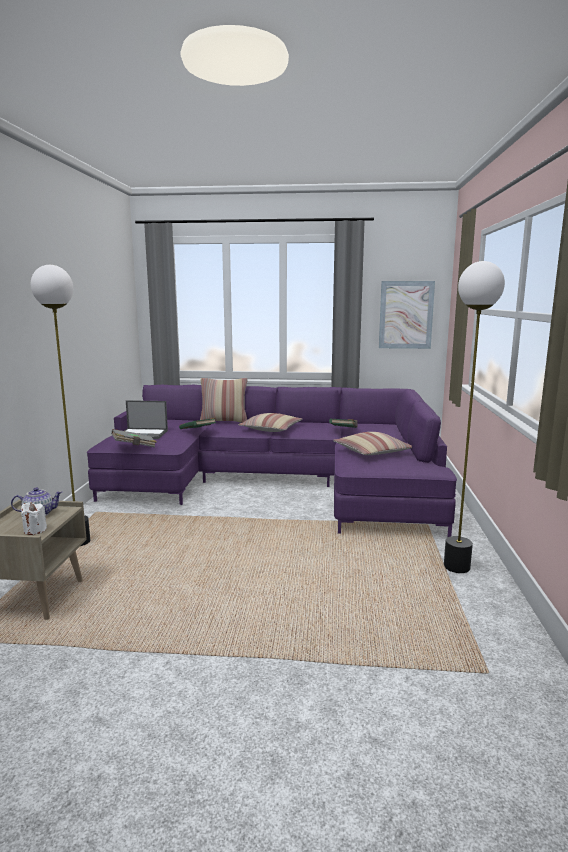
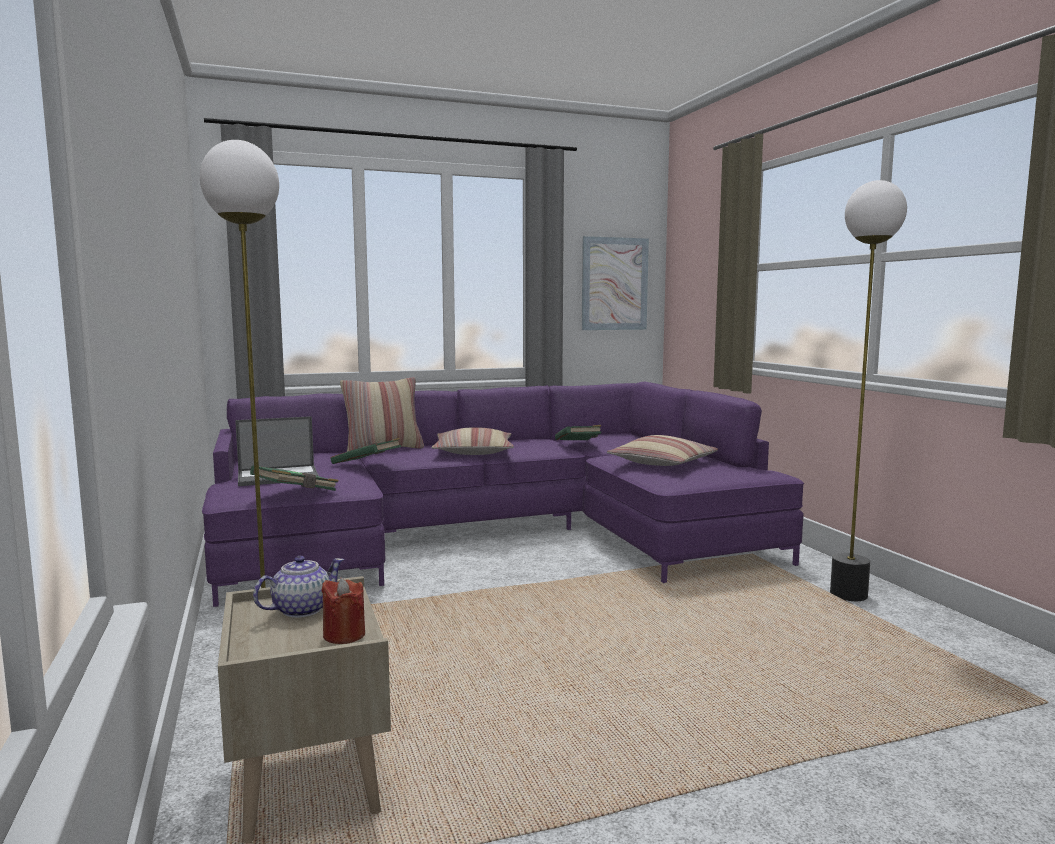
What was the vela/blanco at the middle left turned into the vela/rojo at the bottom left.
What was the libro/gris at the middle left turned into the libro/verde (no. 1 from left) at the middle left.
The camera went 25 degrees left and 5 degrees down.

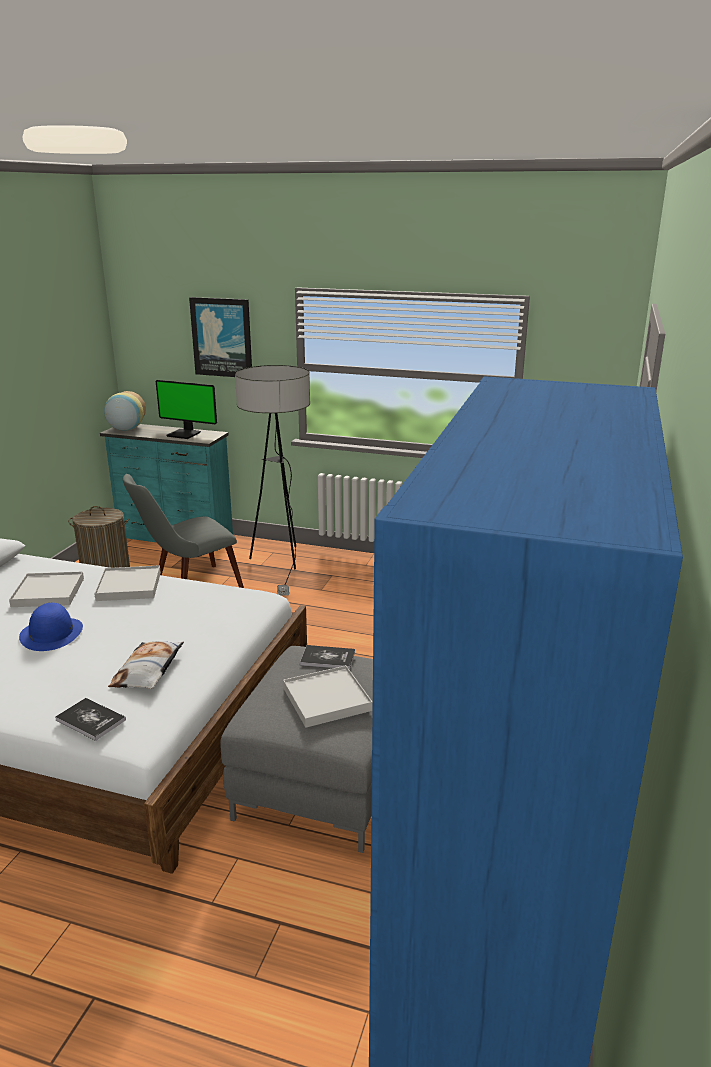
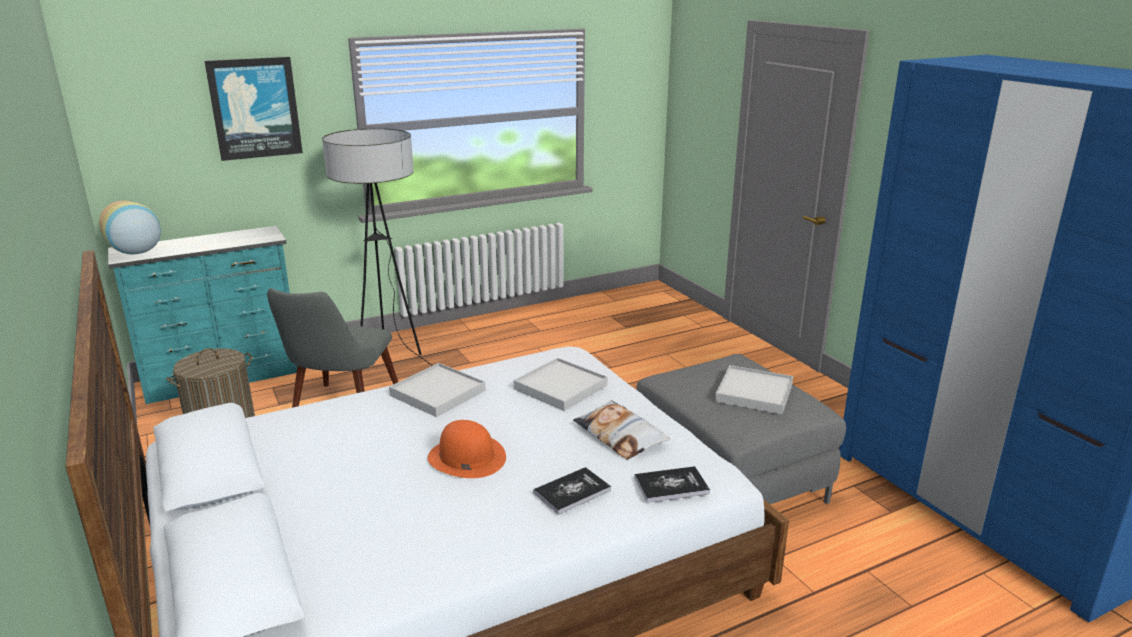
The bandeja/blanco (no. 1 from left in the first image) ended up elsewhere, having gone from the middle left to the centre.
What was the sombrero/azul at the middle left turned into the sombrero/naranja at the bottom centre.
The second view lost the monitor at the middle left.
The libro (no. 2 from left in the first image) ended up elsewhere, having gone from the centre to the bottom centre.
The camera went 45 degrees left and 0 degrees up.

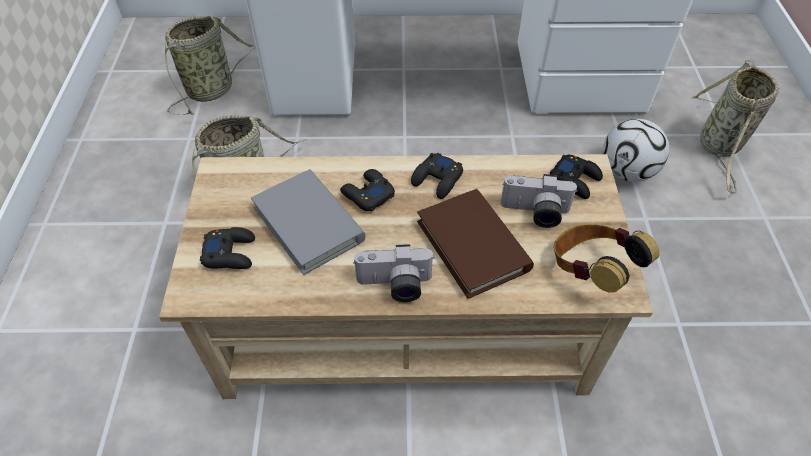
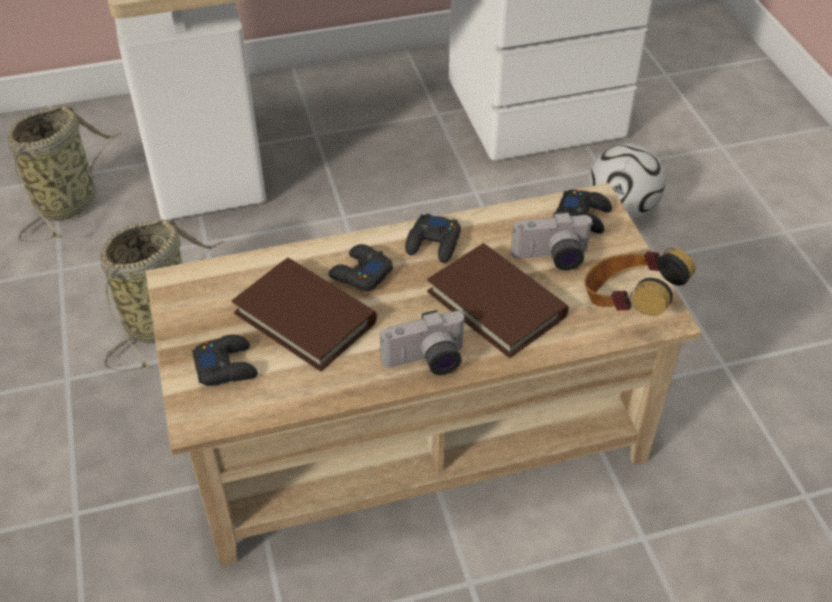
What was the libro/gris at the centre turned into the libro/marrón (no. 1 from left) at the centre.
The second view lost the cesta (no. 3 from left) at the top right.
The camera went 15 degrees left and 5 degrees down.

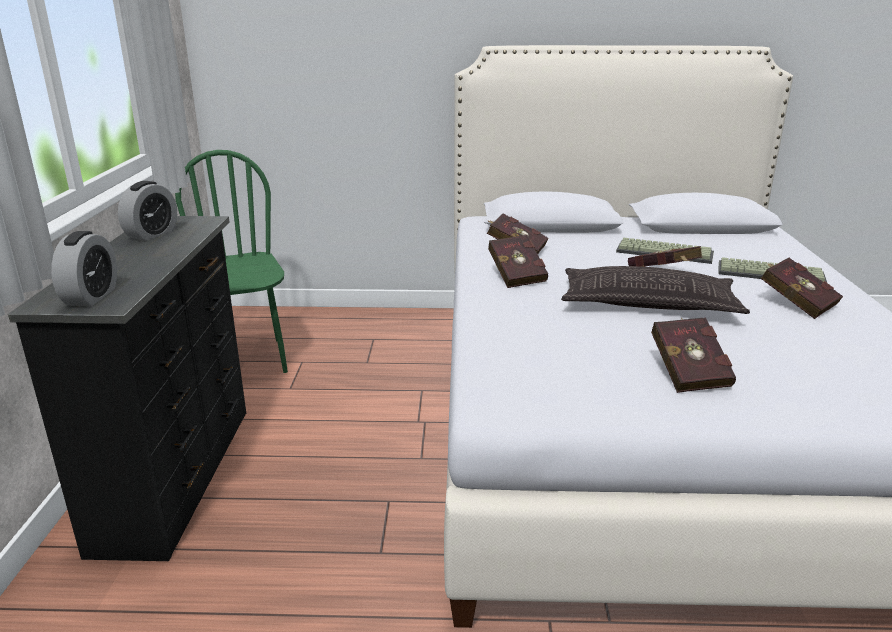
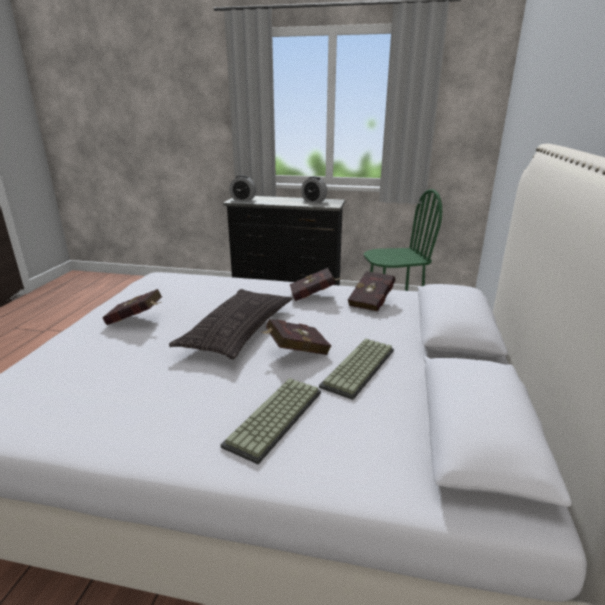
The second view lost the libro/rojo (no. 5 from left) at the middle right.
The camera went 100 degrees right and 0 degrees up.

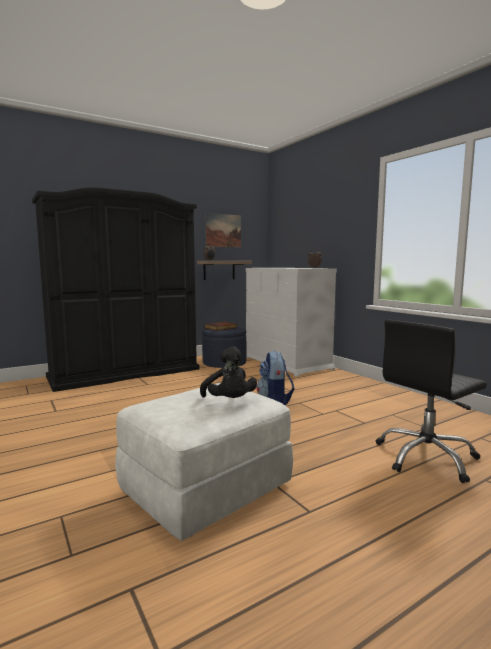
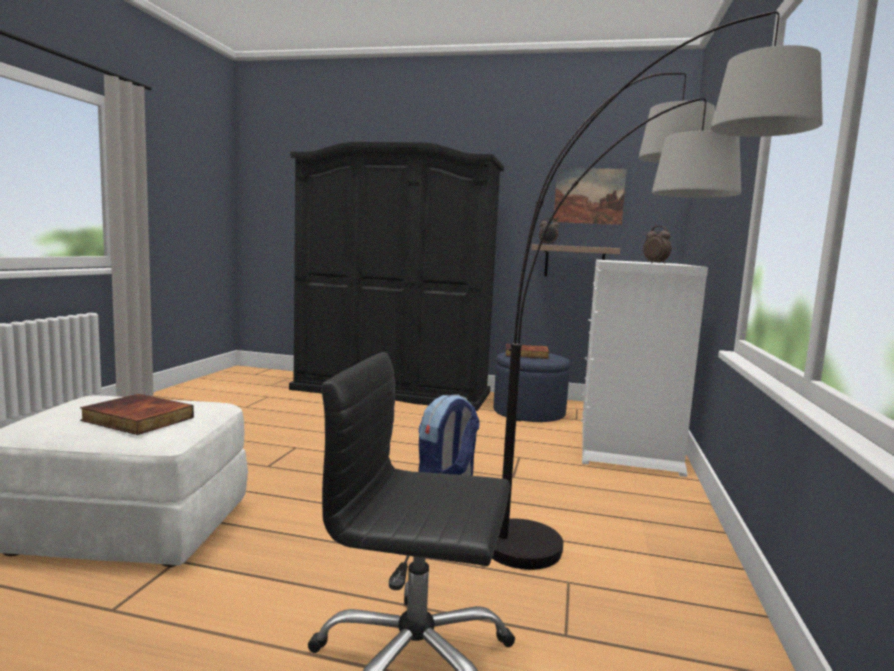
Where the peluche/negro stood at the centre, the libro (no. 1 from left) came to stand at the middle left.
The second view gained the lámpara de pie at the middle right.
The camera went 45 degrees right and 0 degrees up.

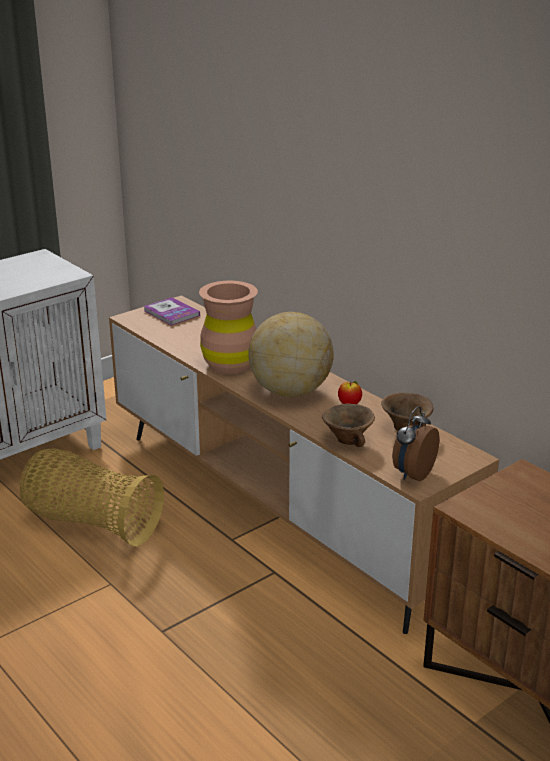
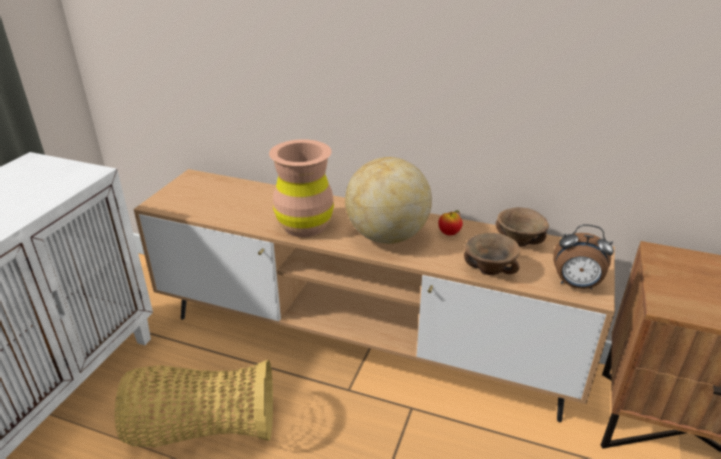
The second view lost the libro at the middle left.
The despertador at the middle right ended up facing another way, 75 degrees counterclockwise from before.
The camera went 30 degrees left and 5 degrees up.

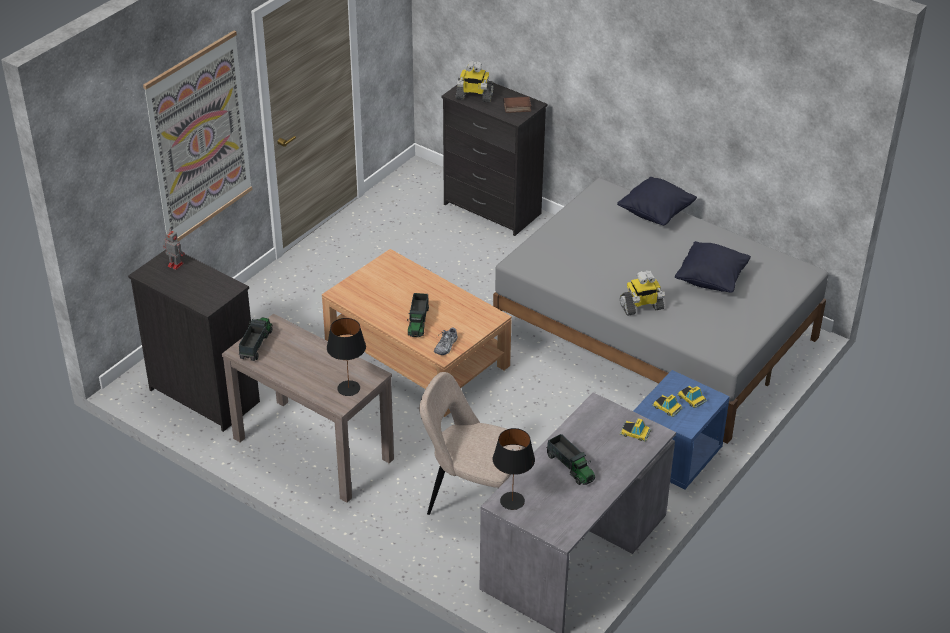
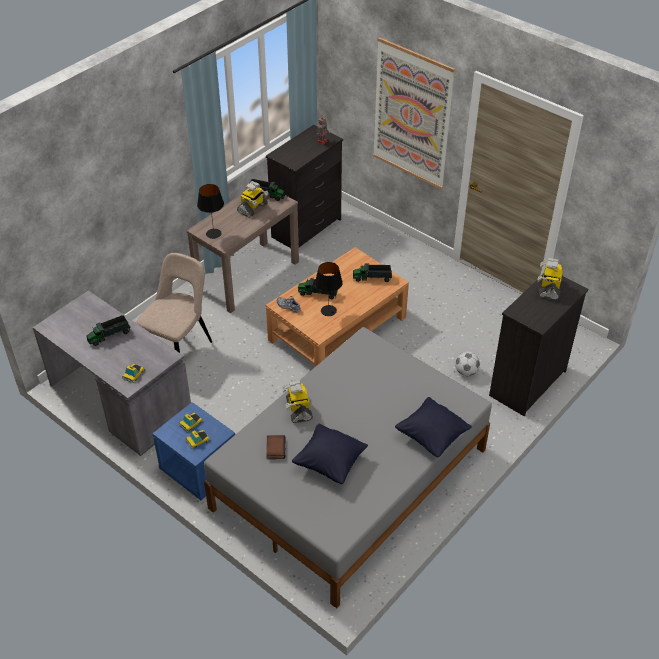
The lámpara de mesa/negro (no. 2 from left) ended up elsewhere, having gone from the bottom centre to the centre.
The libro ended up elsewhere, having gone from the top centre to the bottom centre.
The second view gained the robot de juguete (no. 1 from left) at the top centre.
The second view gained the camión de juguete (no. 4 from left) at the centre.
The second view gained the balón de fútbol at the middle right.
The camera went 95 degrees right and 5 degrees up.

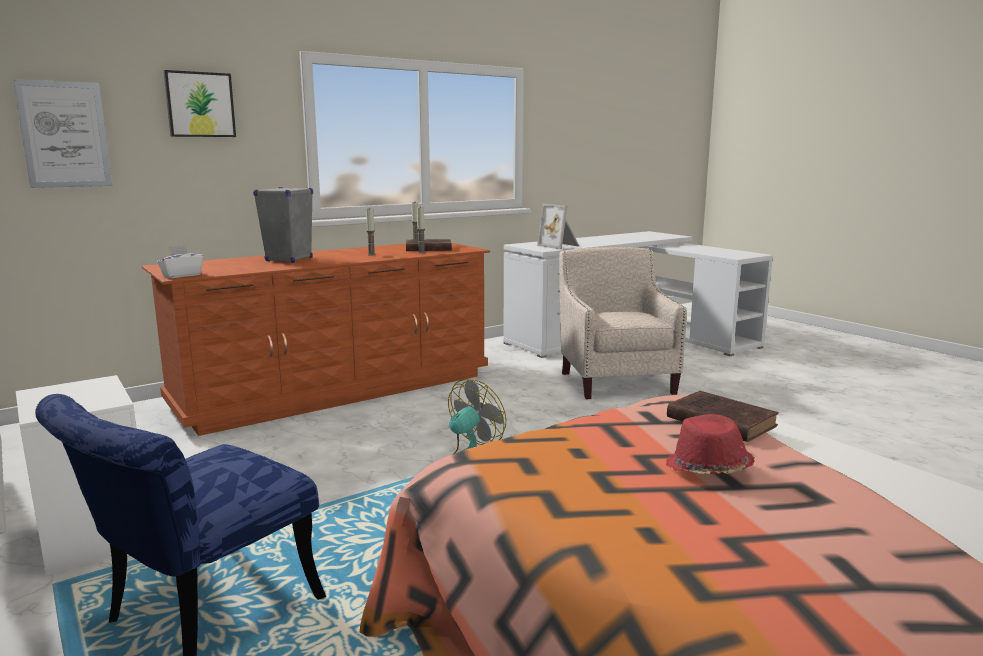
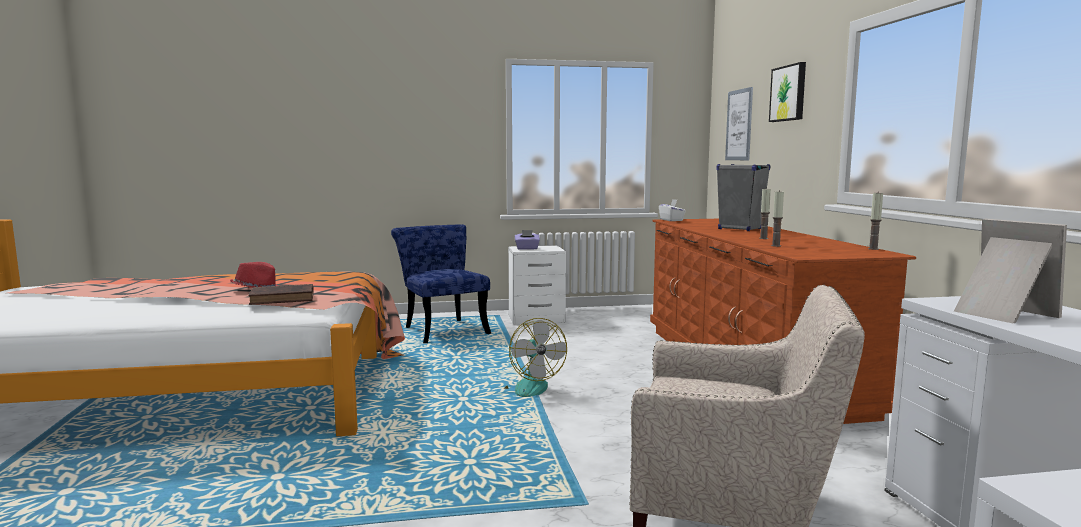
The second view lost the libro/marrón (no. 1 from left) at the centre.
The portarretratos at the centre ended up facing another way, 75 degrees clockwise from before.
The second view gained the caja de pañuelos/morado at the centre.
The camera went 115 degrees right and 5 degrees down.

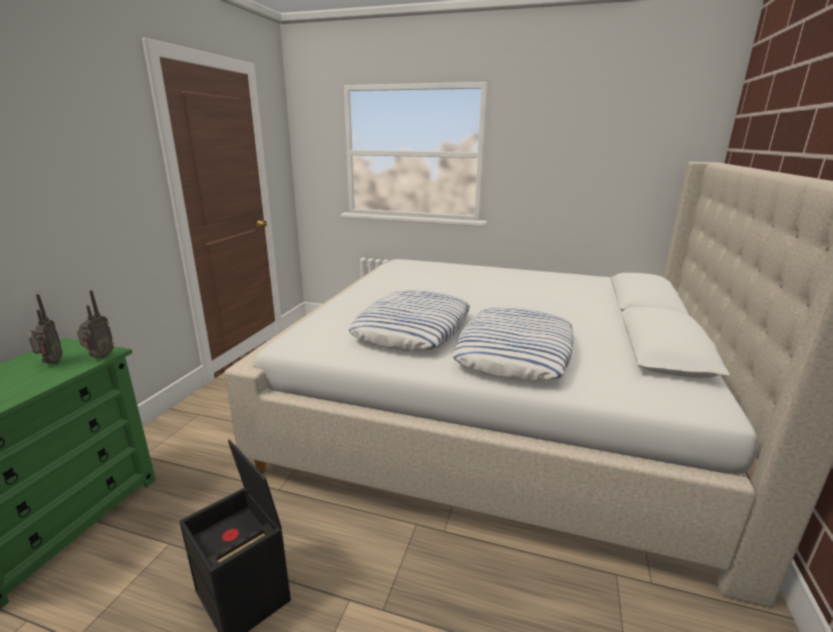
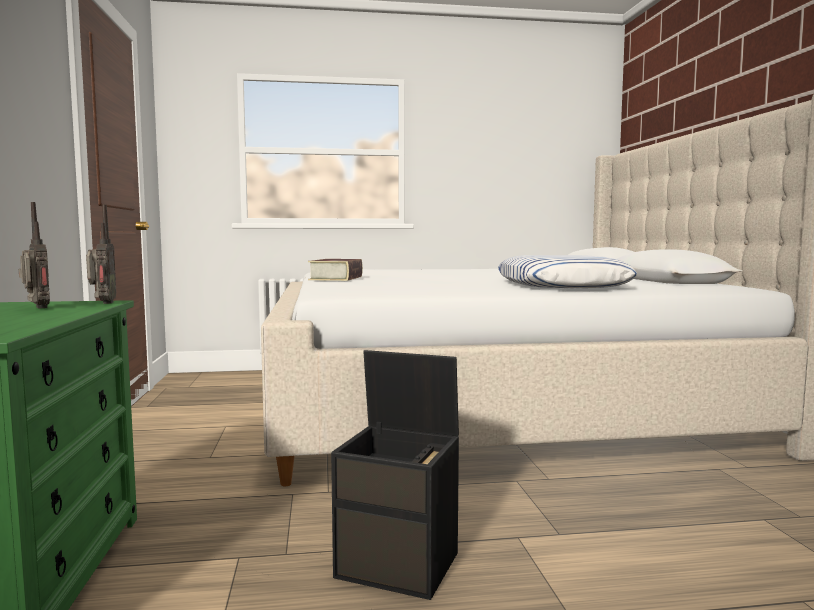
The second view lost the cojín (no. 1 from left) at the centre.
The second view gained the libro at the centre.
The camera went 25 degrees left and 15 degrees down.

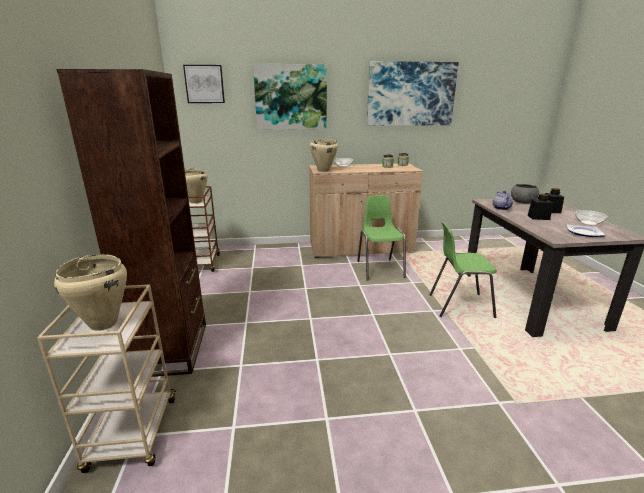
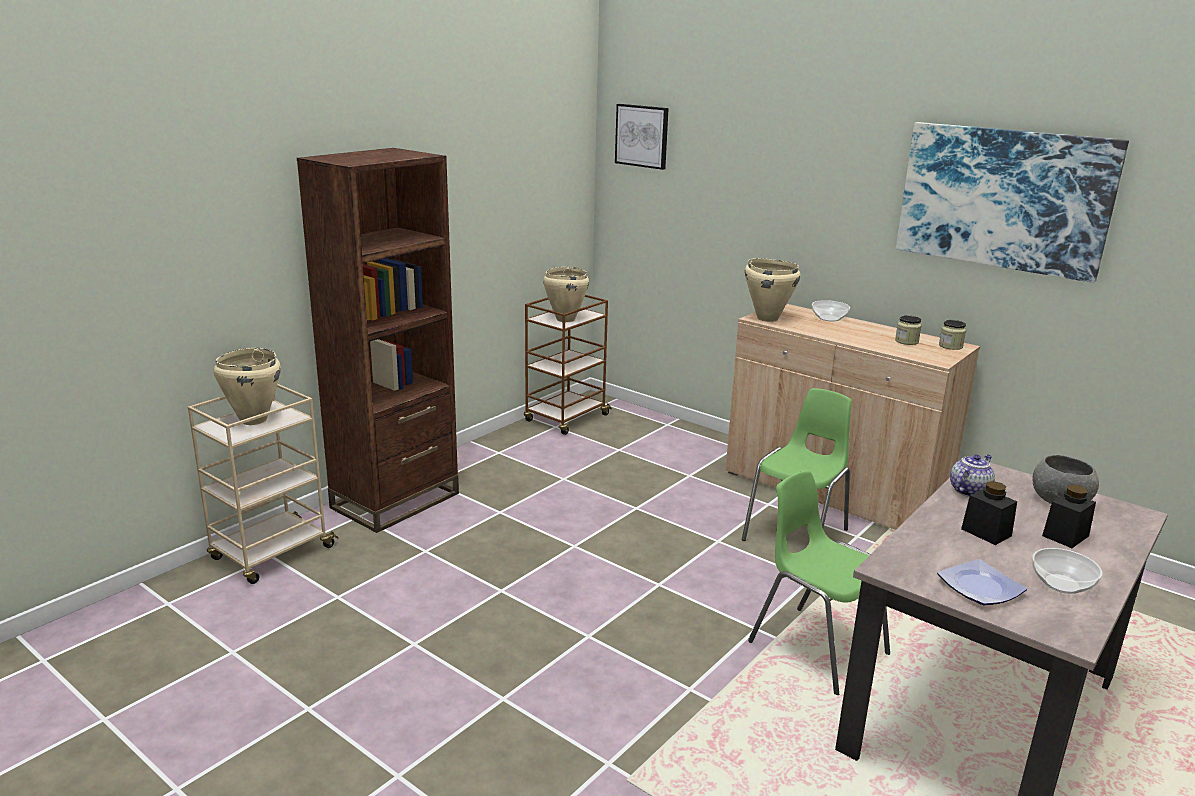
The second view lost the cuadro (no. 2 from left) at the top centre.
The camera went 45 degrees right and 0 degrees up.

